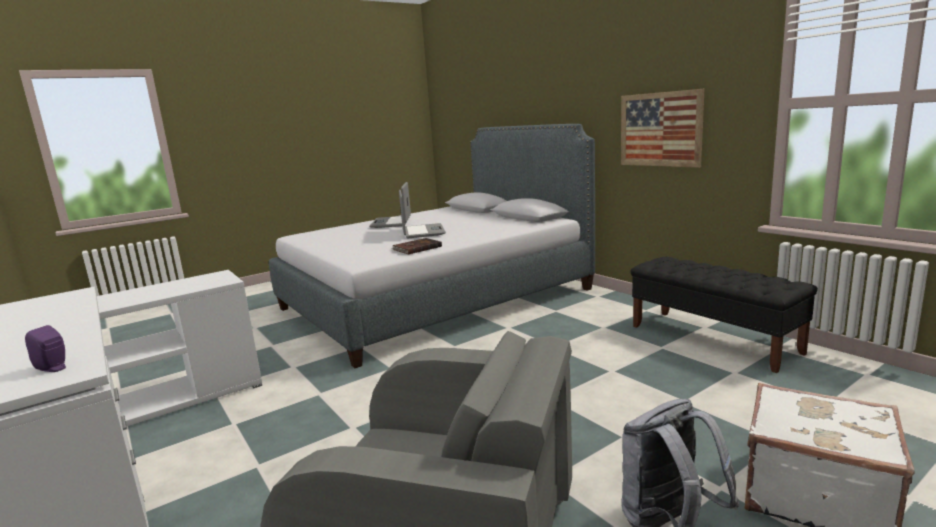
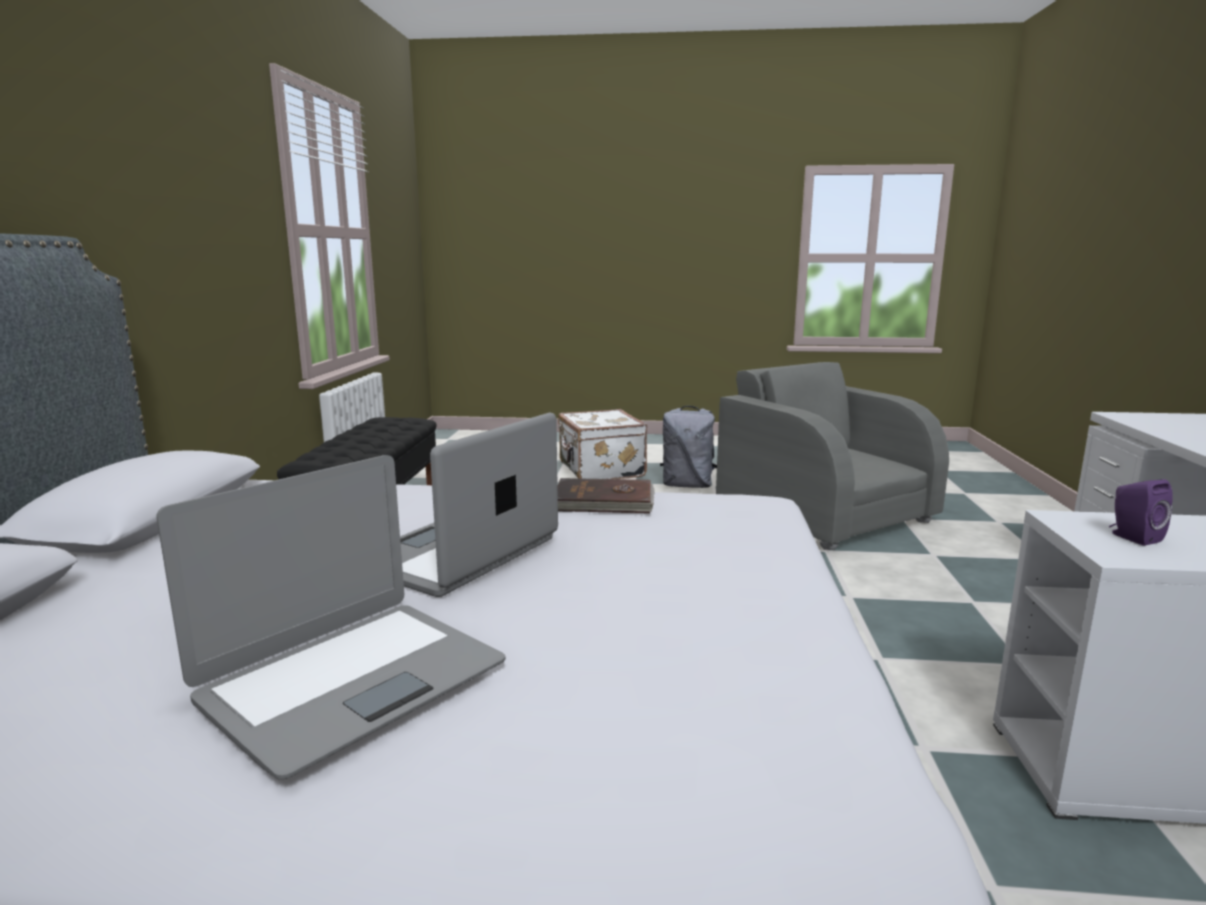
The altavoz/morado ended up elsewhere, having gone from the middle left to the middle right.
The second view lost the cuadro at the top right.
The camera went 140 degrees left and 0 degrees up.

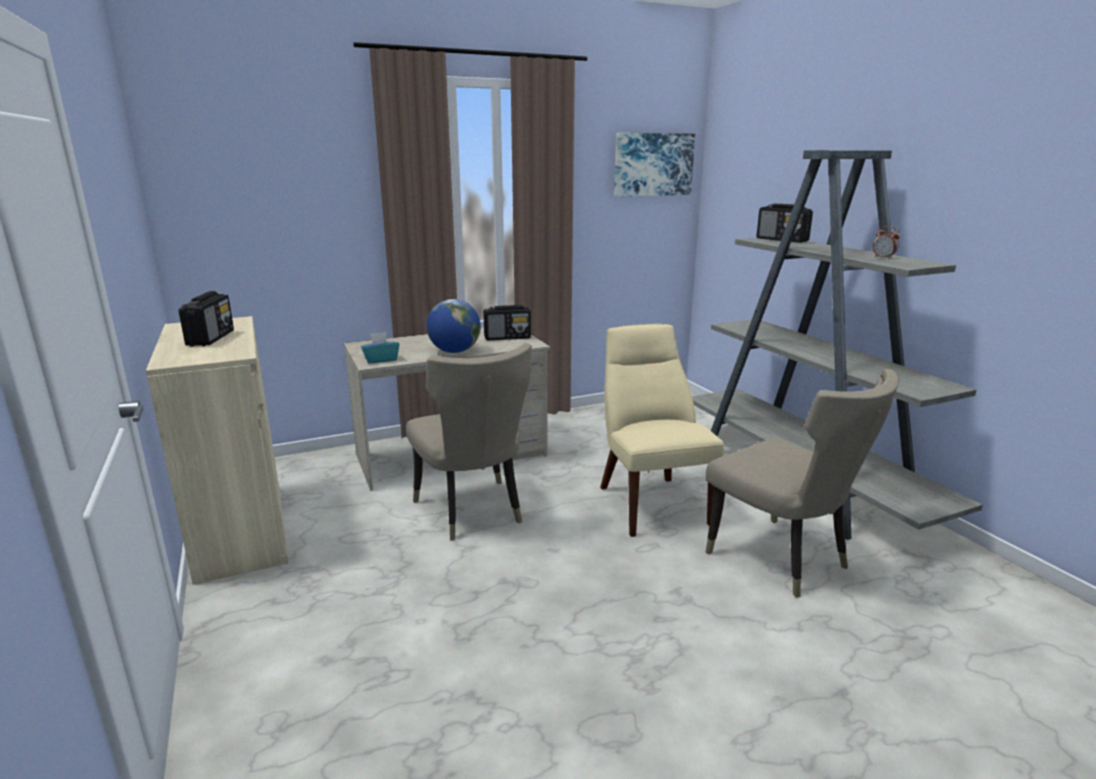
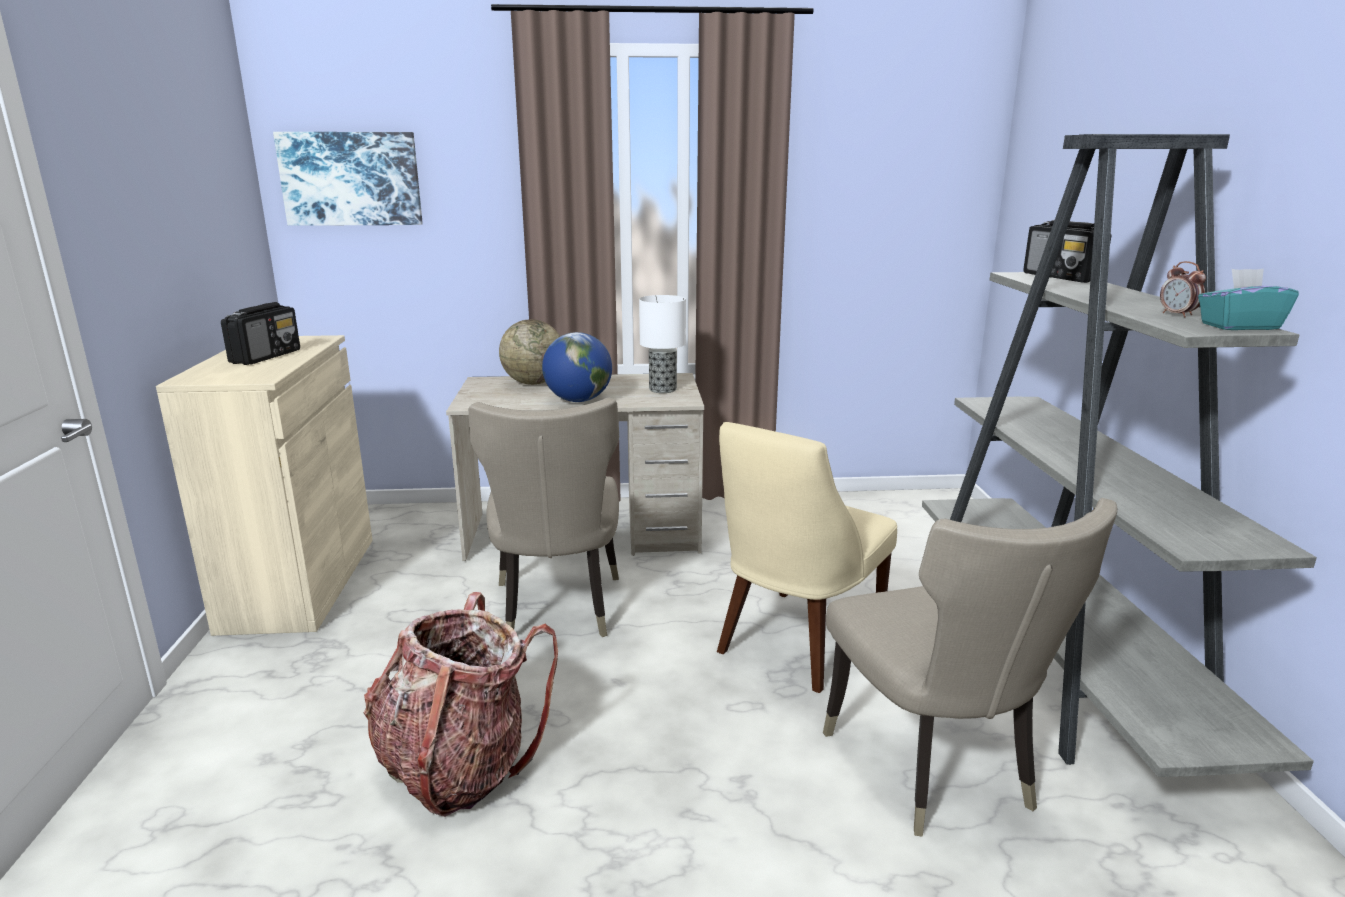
The caja de pañuelos/turquesa ended up elsewhere, having gone from the centre to the middle right.
Where the radio (no. 2 from left) stood at the centre, the lámpara de mesa came to stand at the centre.
The silla/beis (no. 2 from left) at the centre ended up facing another way, 150 degrees counterclockwise from before.
The cuadro ended up elsewhere, having gone from the top centre to the top left.
The second view gained the mochila at the bottom centre.
The second view gained the globo terráqueo (no. 1 from left) at the centre.
The camera went 20 degrees right and 0 degrees up.

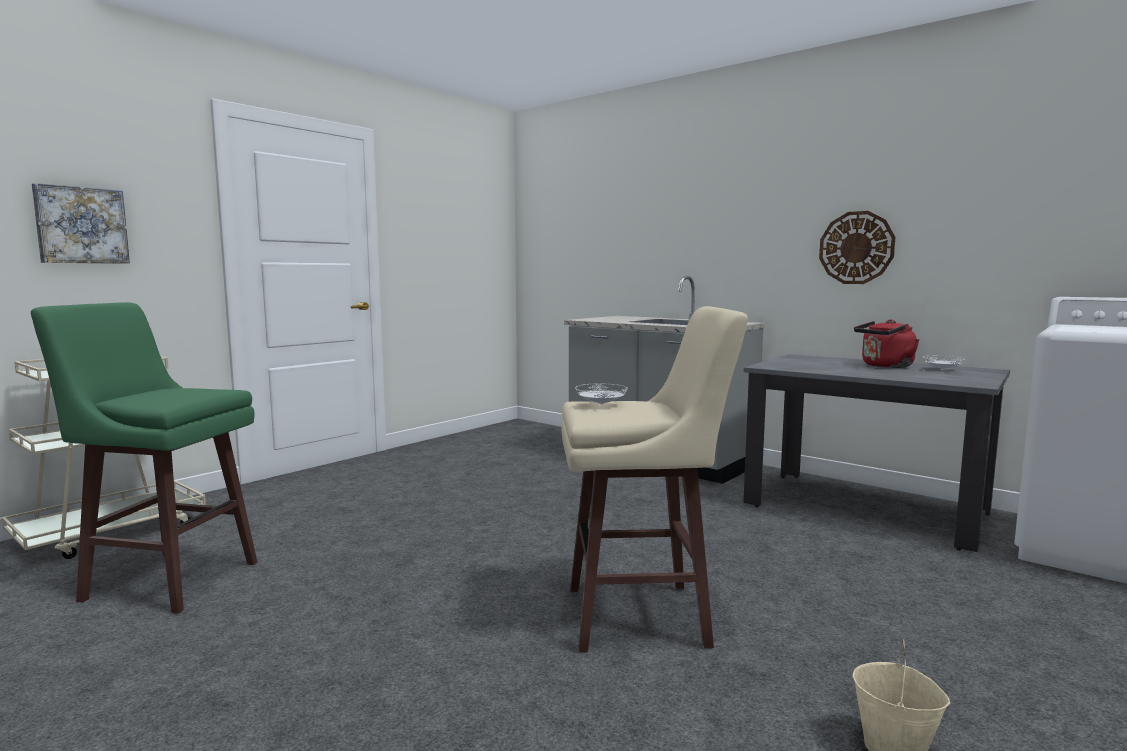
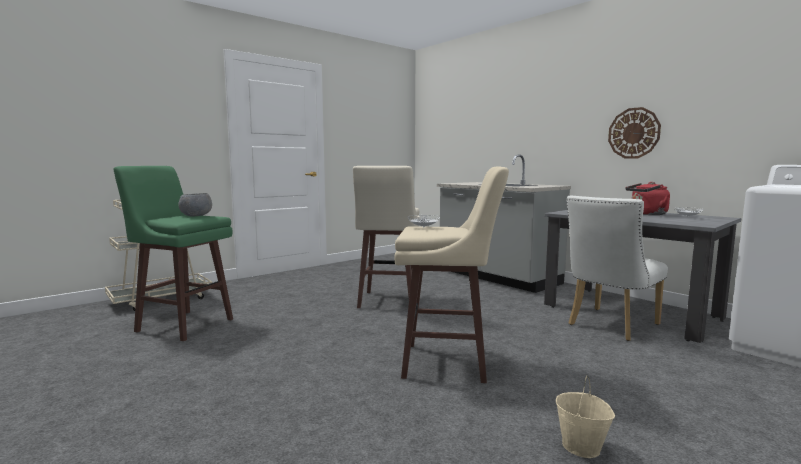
The second view lost the cuadro at the top left.
The second view gained the cuenco/gris at the middle left.
The second view gained the taburete/beis (no. 1 from left) at the centre.
The second view gained the silla/blanco at the middle right.
The camera went 10 degrees right and 0 degrees up.

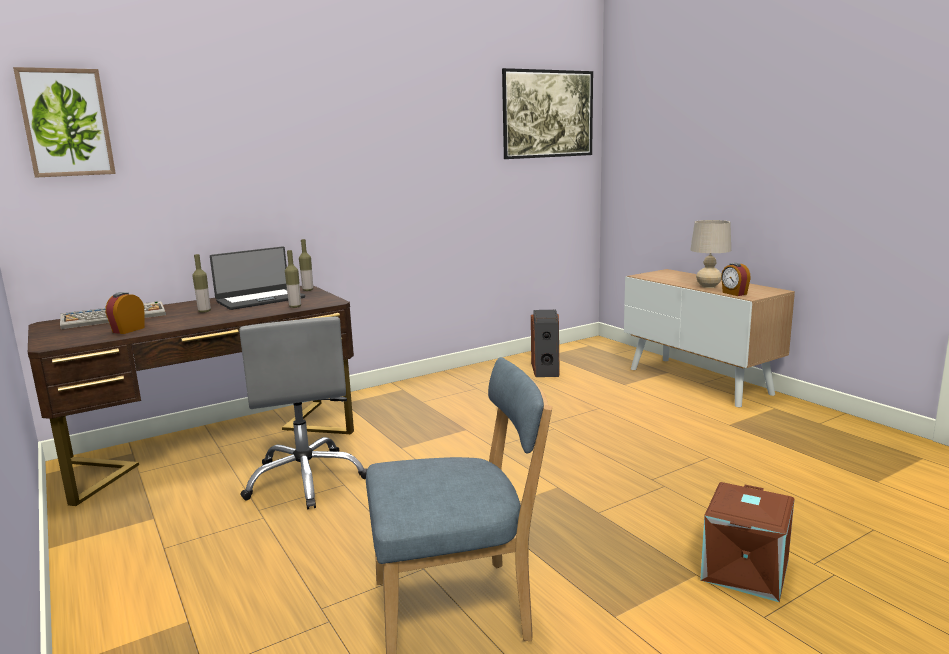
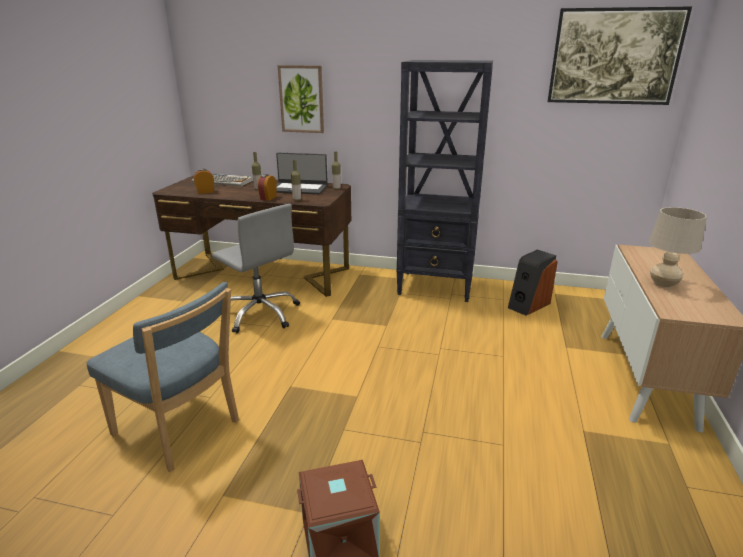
The cuadro (no. 1 from left) ended up elsewhere, having gone from the top left to the top centre.
The silla de oficina/gris at the middle left ended up facing another way, 75 degrees counterclockwise from before.
The despertador (no. 2 from left) ended up elsewhere, having gone from the middle right to the centre.
The second view gained the estantería/negro at the top centre.
The camera went 45 degrees right and 10 degrees up.

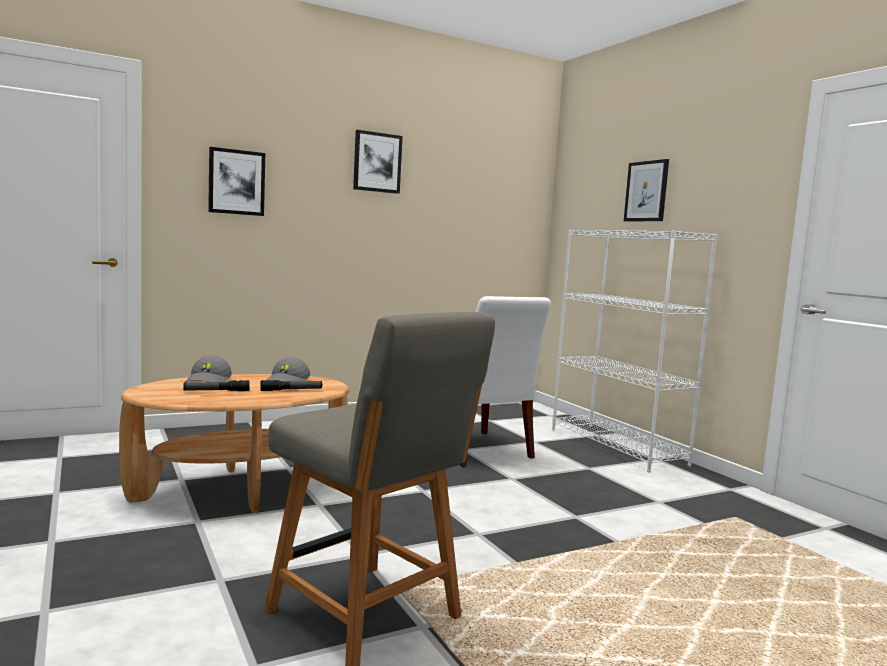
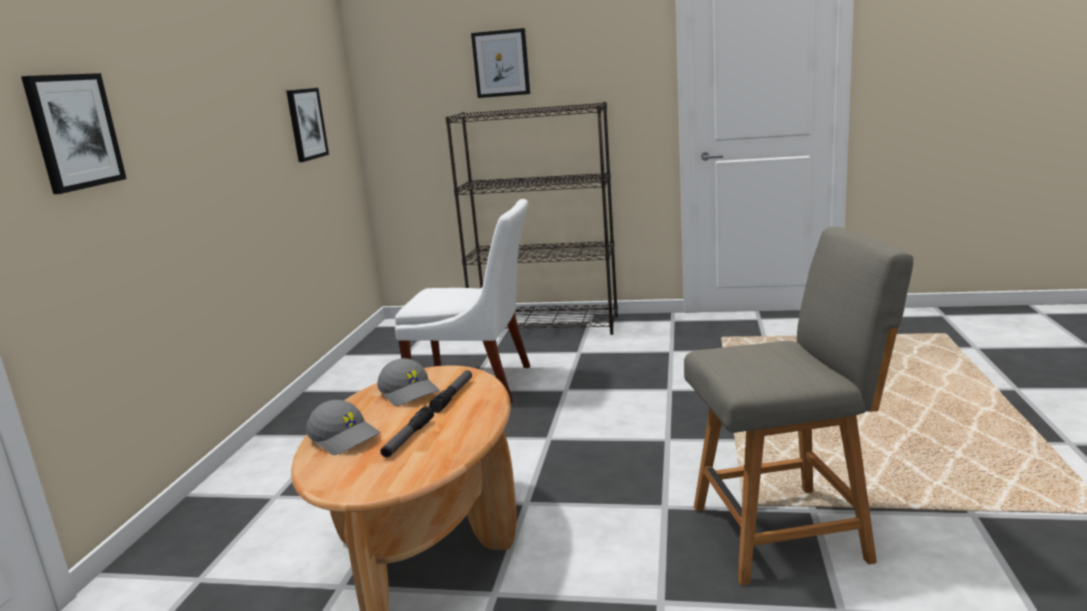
The cuadro (no. 2 from left) ended up elsewhere, having gone from the top centre to the top left.
What was the estantería/blanco at the middle right turned into the estantería/negro at the centre.
The camera went 50 degrees left and 10 degrees up.

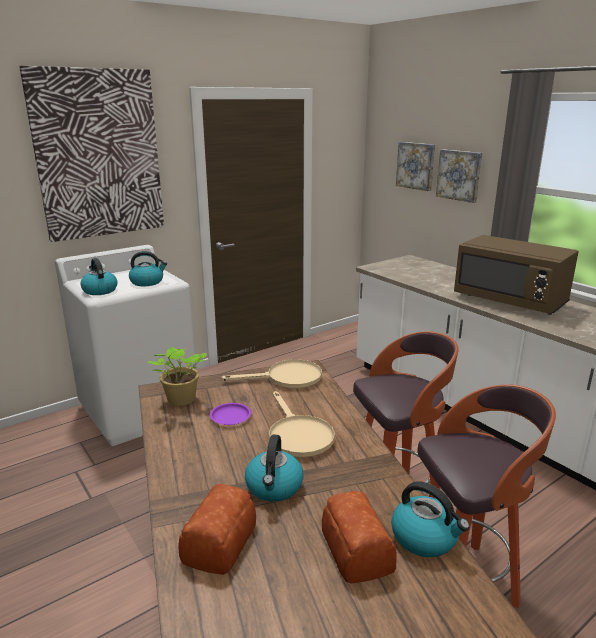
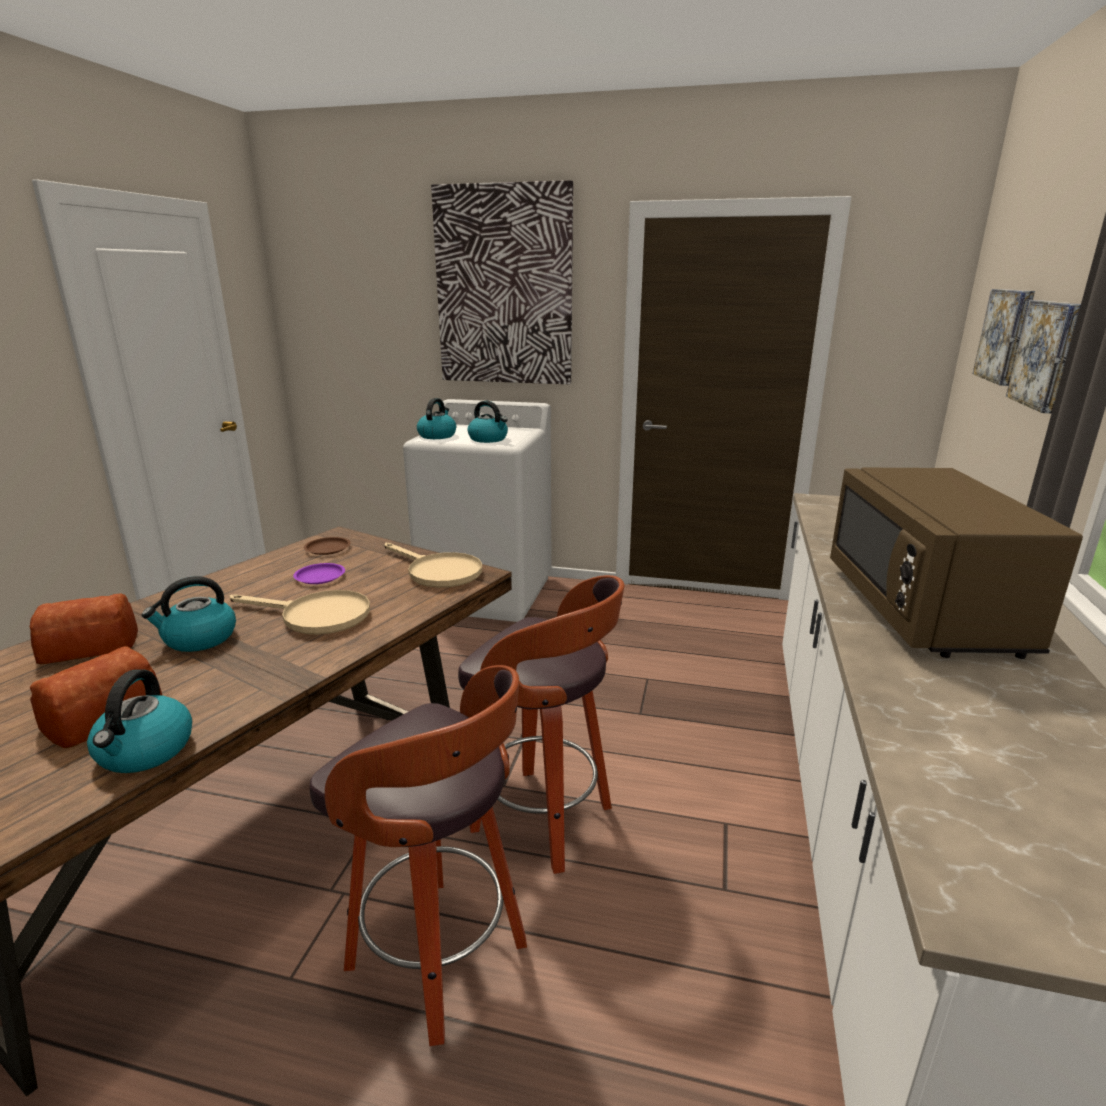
Where the planta en maceta stood at the middle left, the plato/marrón came to stand at the middle left.
The sartén/beis (no. 2 from left in the first image) at the centre ended up facing another way, 105 degrees counterclockwise from before.
The camera went 50 degrees right and 0 degrees up.

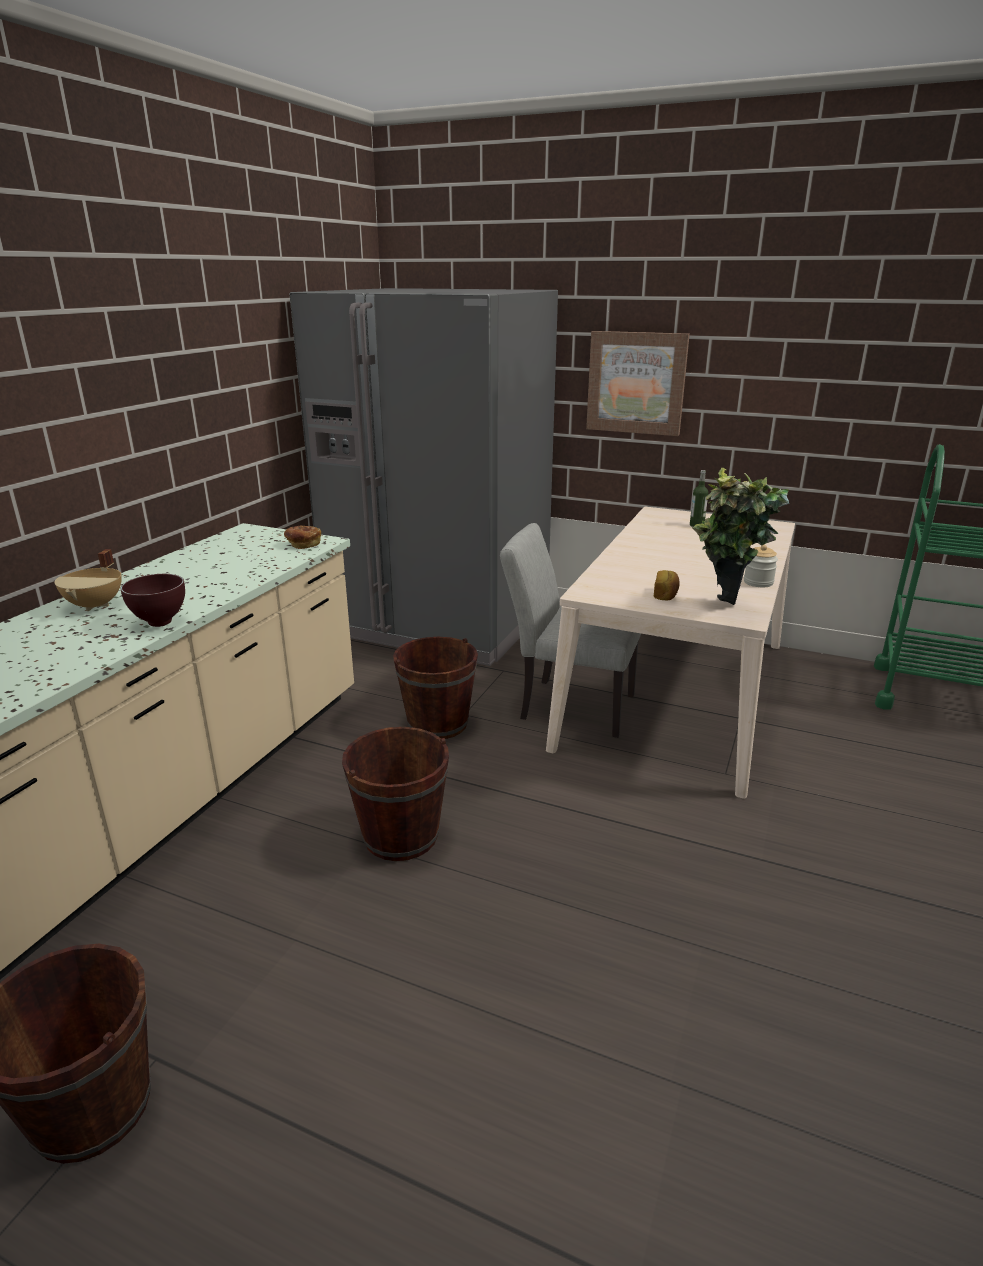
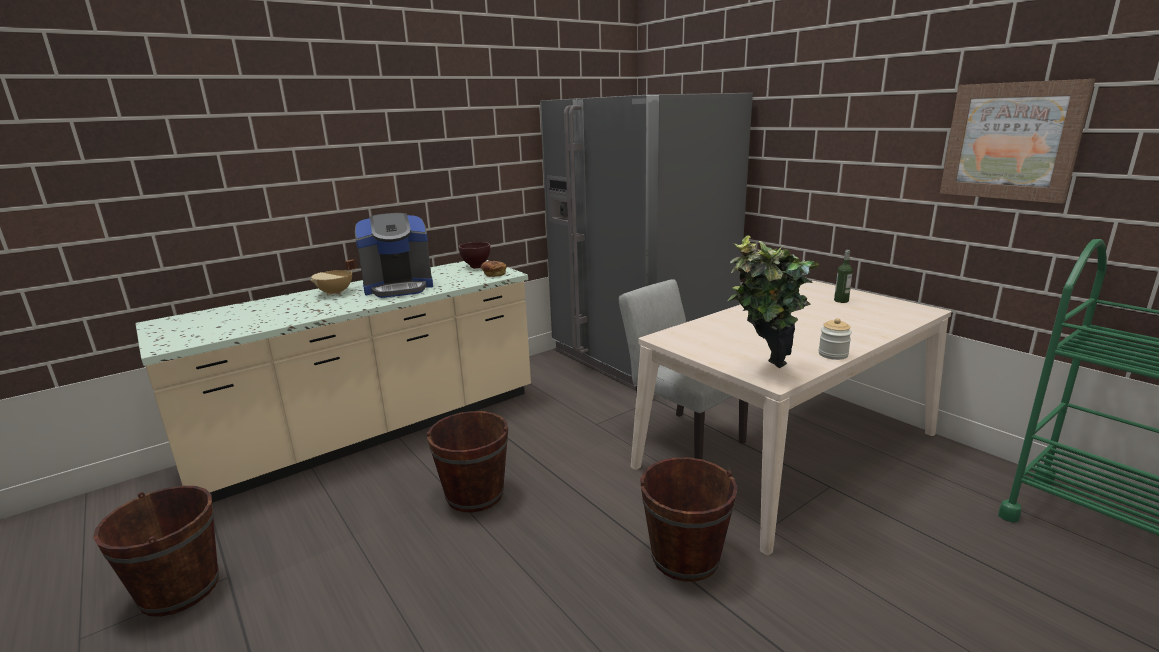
The cuenco/marrón ended up elsewhere, having gone from the middle left to the centre.
The cubo/marrón (no. 3 from left) ended up elsewhere, having gone from the centre to the bottom centre.
The cuadro ended up elsewhere, having gone from the top centre to the top right.
The second view lost the pan (no. 2 from left) at the middle right.
The second view gained the cafetera at the centre.
The camera went 30 degrees right and 5 degrees down.

